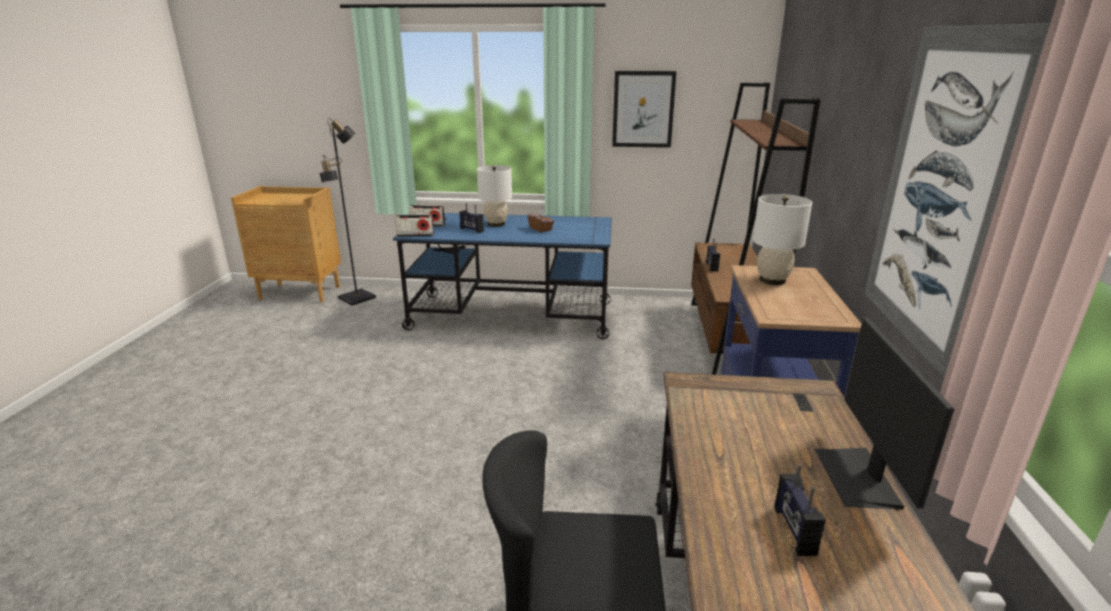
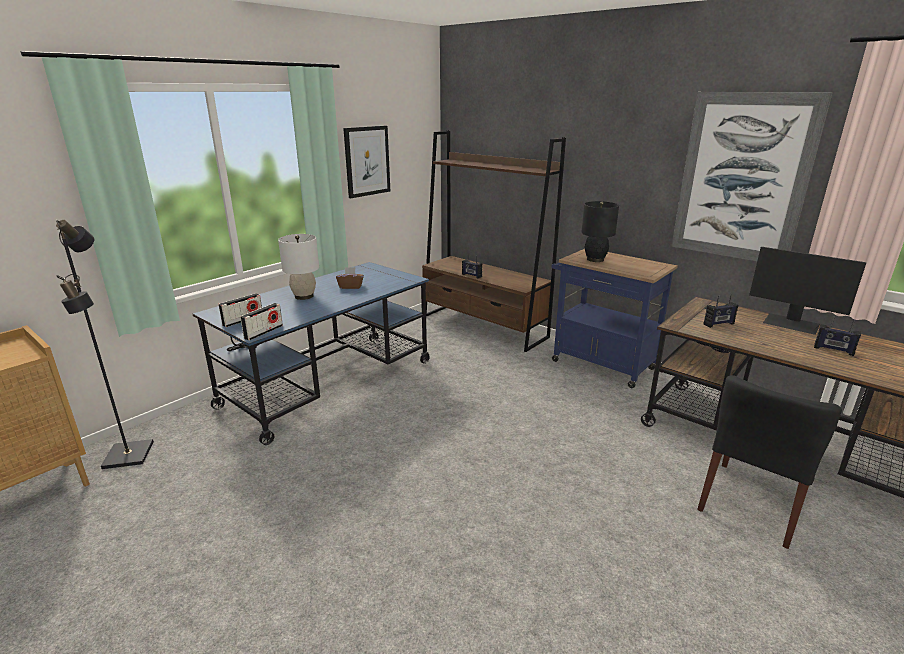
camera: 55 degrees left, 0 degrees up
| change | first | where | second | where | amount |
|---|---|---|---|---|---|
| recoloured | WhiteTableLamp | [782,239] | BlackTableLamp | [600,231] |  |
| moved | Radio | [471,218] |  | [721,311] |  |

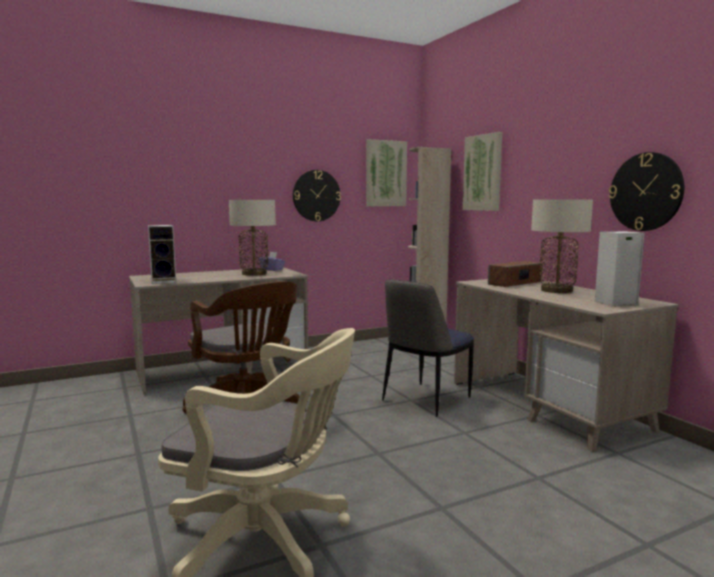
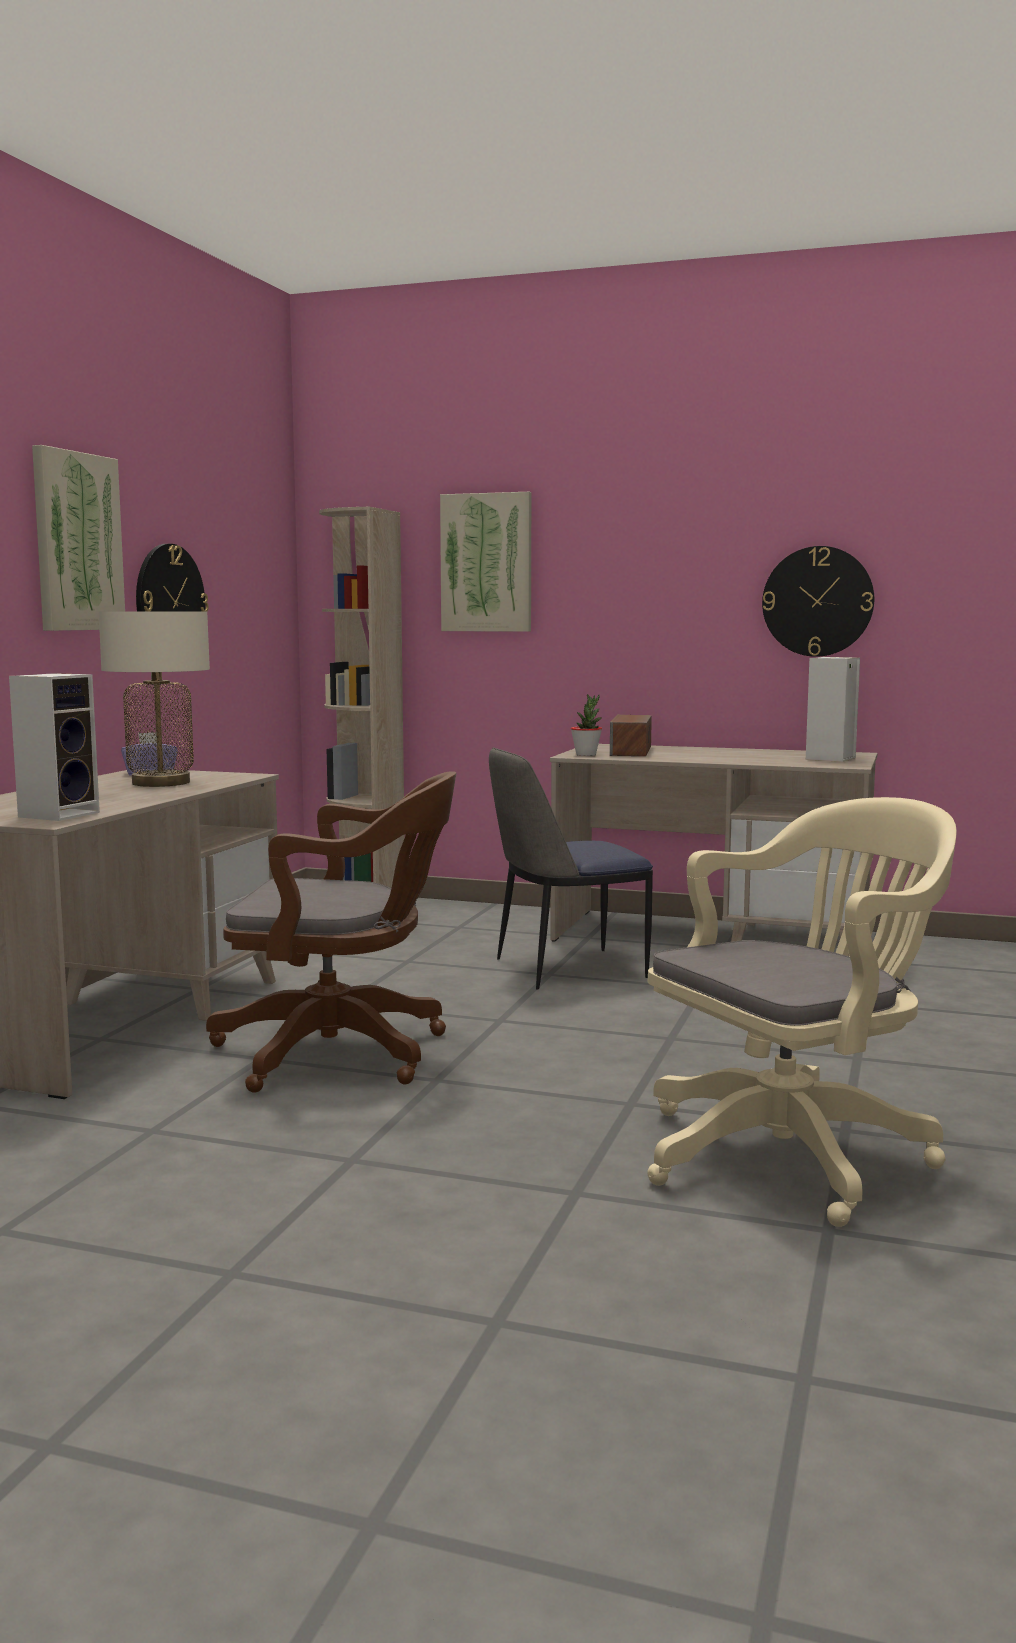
camera: 45 degrees left, 0 degrees up
| change | first | where | second | where | amount |
|---|---|---|---|---|---|
| moved | Picture | [386,172] |  | [78,538] |  |
| turned | Chair | [428,348] |  | [571,868] | 75 degrees clockwise |
| added |  |  | PottedPlant | [586,725] |  |
| removed | TableLamp | [562,246] |  |  |  |

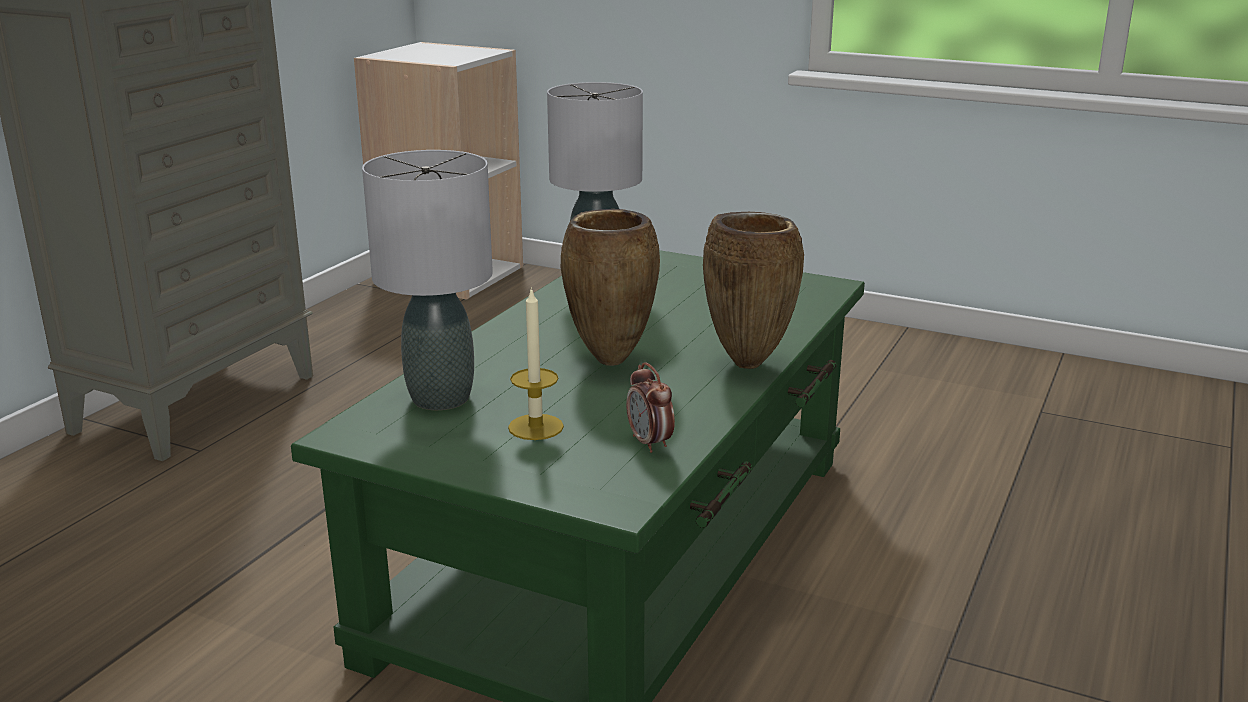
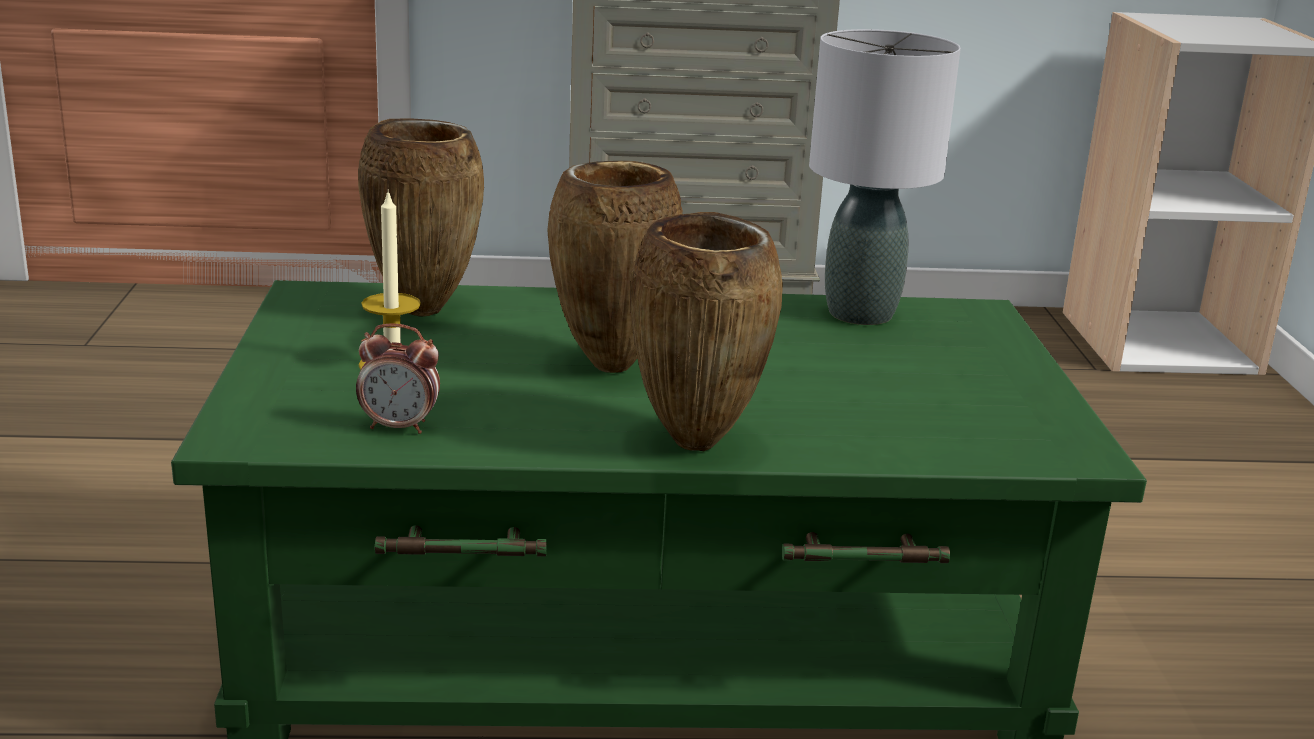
camera: 60 degrees right, 0 degrees up
| change | first | where | second | where | amount |
|---|---|---|---|---|---|
| turned | AlarmClock | [650,407] |  | [398,378] | 120 degrees counterclockwise |
| replaced | GreyTableLamp | [427,280] | BrownVase | [421,217] |  |

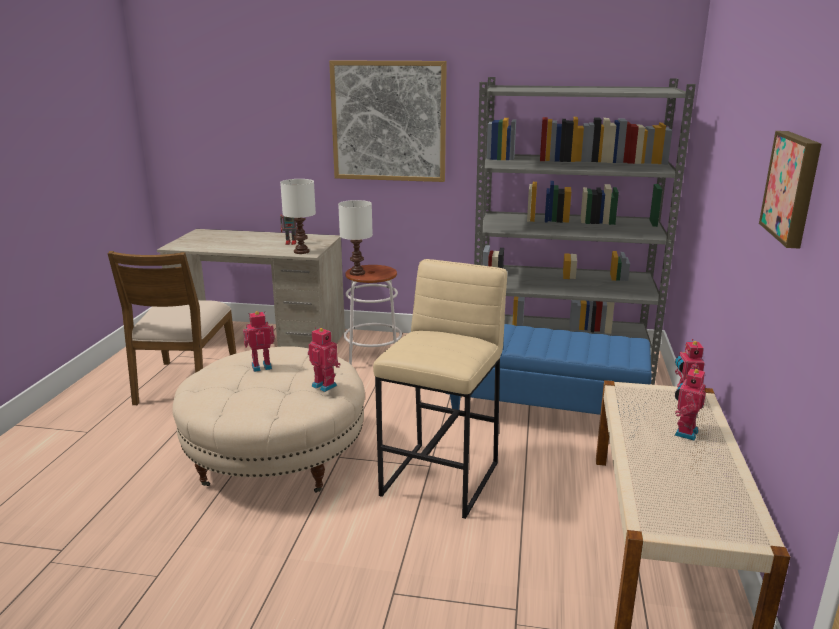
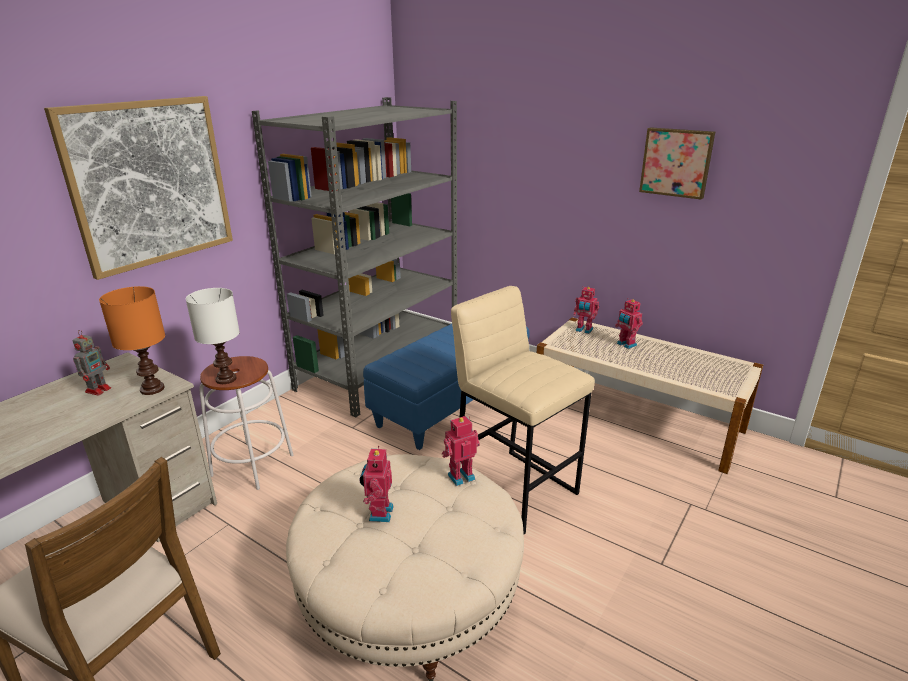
camera: 65 degrees left, 5 degrees up
| change | first | where | second | where | amount |
|---|---|---|---|---|---|
| recoloured | WhiteTableLamp | [298,216] | OrangeTableLamp | [132,340] |  |

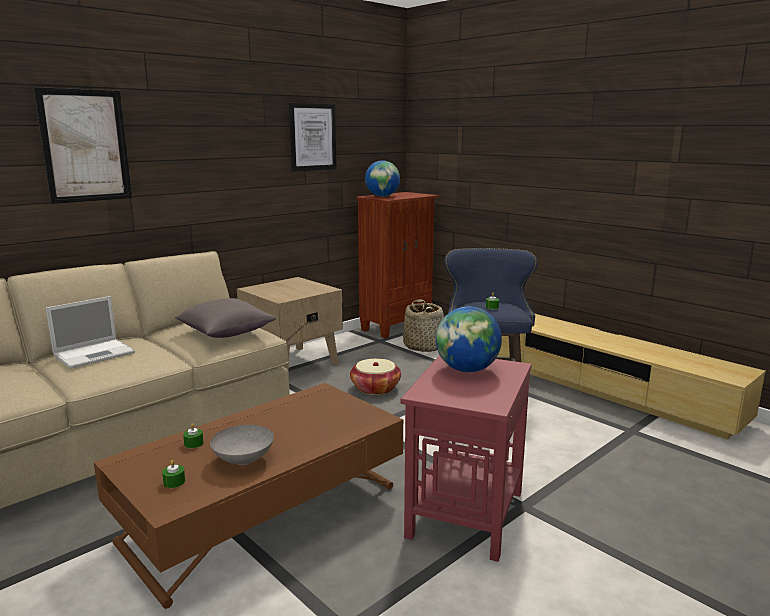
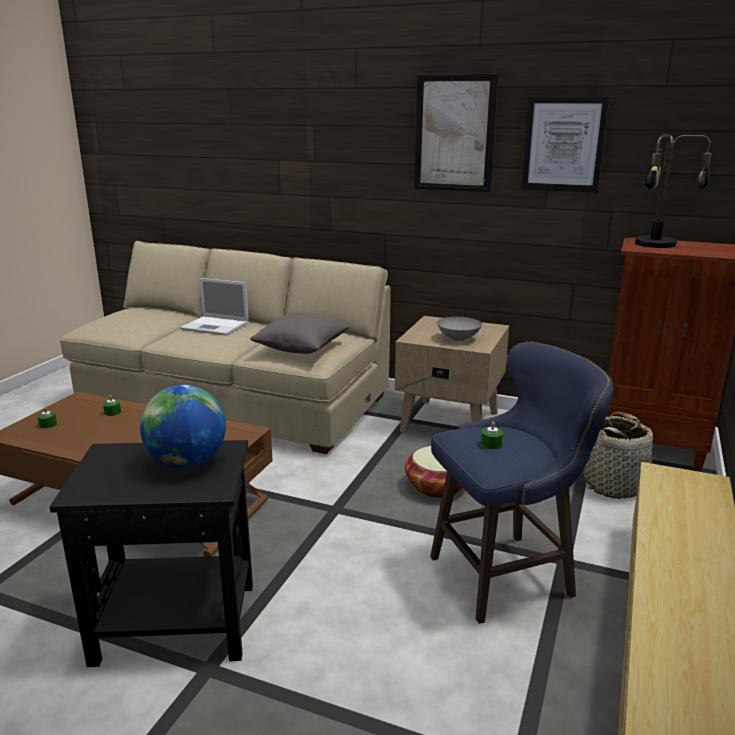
camera: 65 degrees right, 5 degrees up
| change | first | where | second | where | amount |
|---|---|---|---|---|---|
| recoloured | RedSideTable | [466,458] | BlackSideTable | [151,553] |  |
| moved | Picture | [82,145] |  | [456,132] |  |
| moved | GreyBowl | [242,445] |  | [459,329] |  |
| replaced | Globe | [382,178] | TableLamp | [673,191] |  |

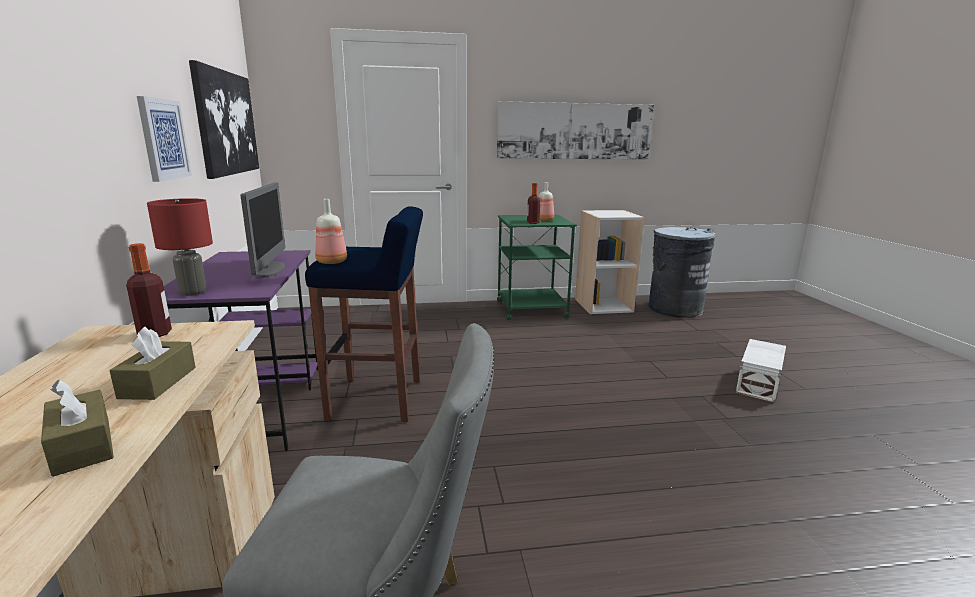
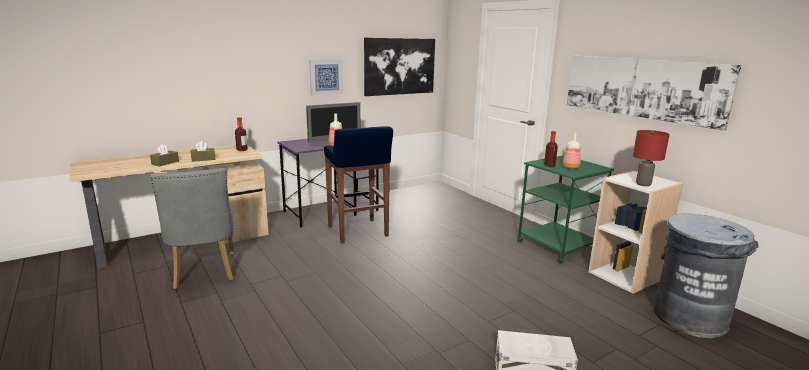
camera: 65 degrees right, 0 degrees up
| change | first | where | second | where | amount |
|---|---|---|---|---|---|
| moved | RedTableLamp | [180,247] |  | [651,158] |  |

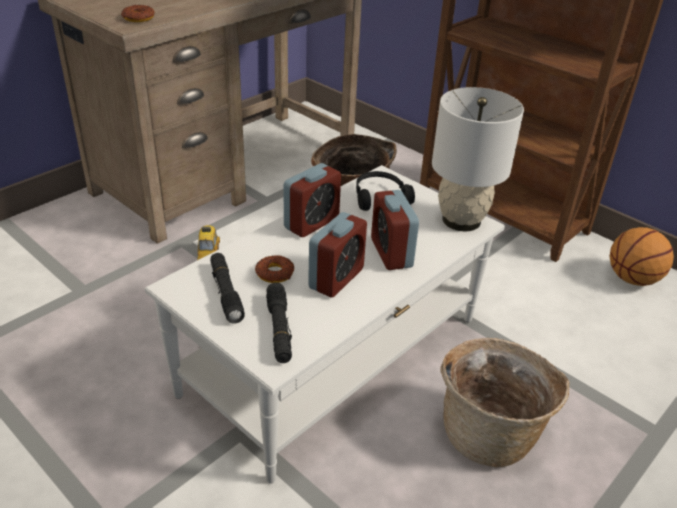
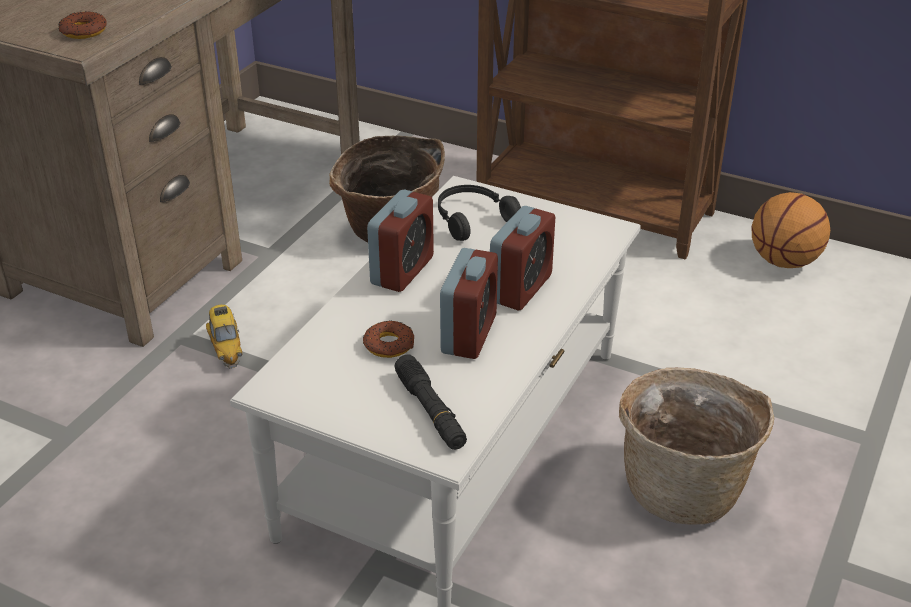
camera: 15 degrees left, 0 degrees up
| change | first | where | second | where | amount |
|---|---|---|---|---|---|
| turned | AlarmClock | [395,230] |  | [522,258] | 120 degrees counterclockwise |
| removed | BlackFlashlight | [227,288] |  |  |  |
| removed | WhiteTableLamp | [478,159] |  |  |  |

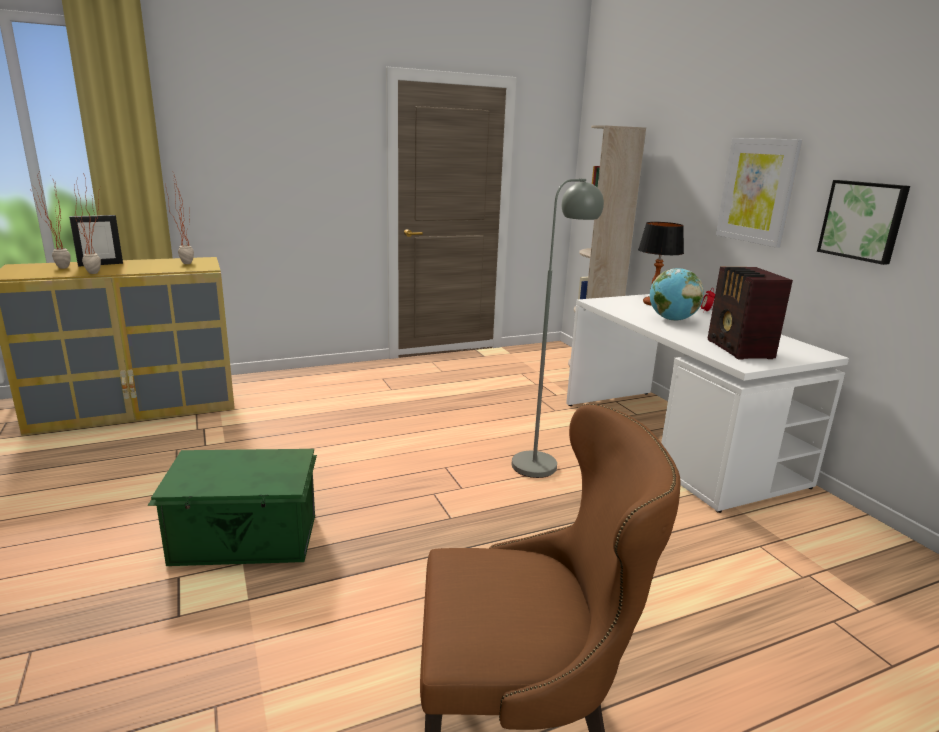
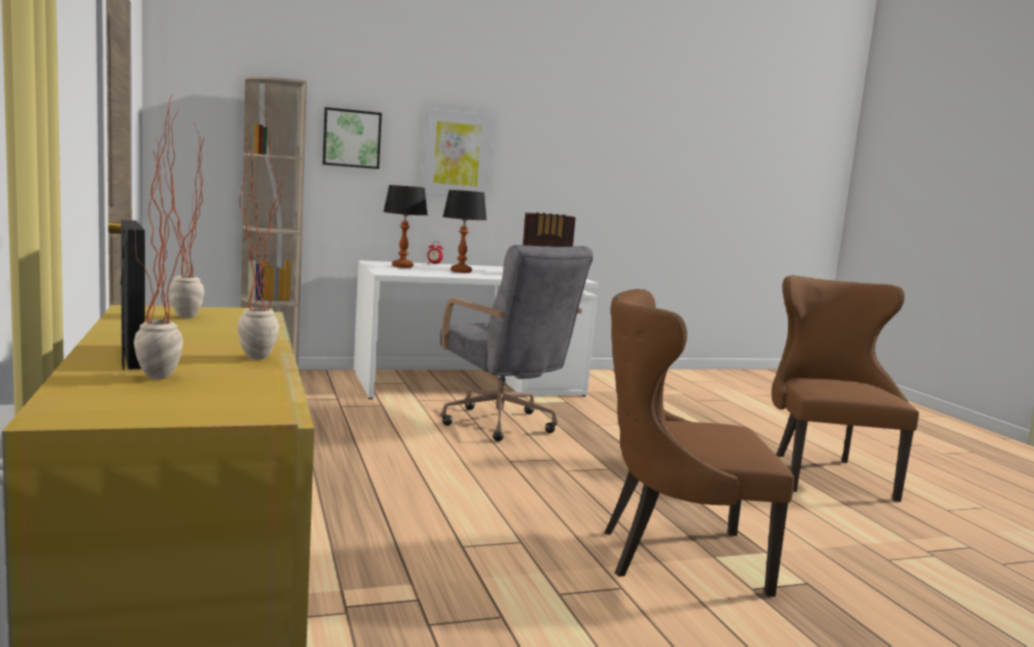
camera: 85 degrees left, 10 degrees down
| change | first | where | second | where | amount |
|---|---|---|---|---|---|
| moved | Picture | [863,222] |  | [352,138] |  |
| replaced | GreyFloorLamp | [558,328] | GreyOfficeChair | [516,343] |  |
| replaced | Globe | [677,294] | TableLamp | [465,231] |  |
| replaced | GreenStorageBox | [232,507] | BrownChair | [699,443] |  |

